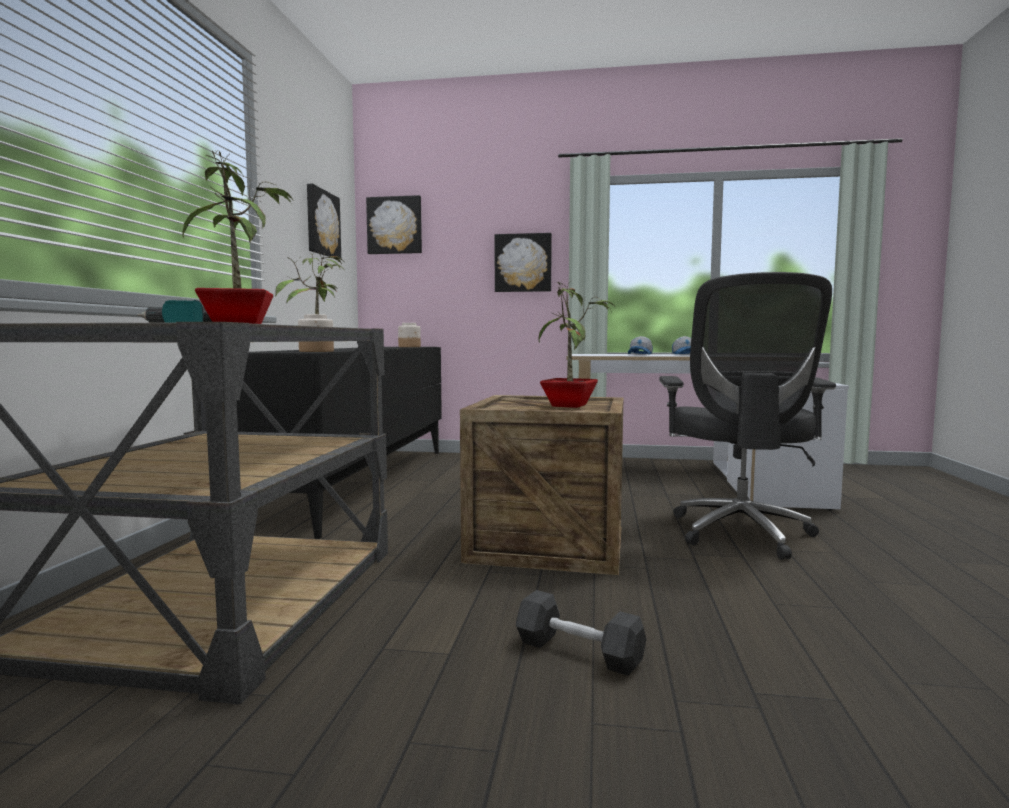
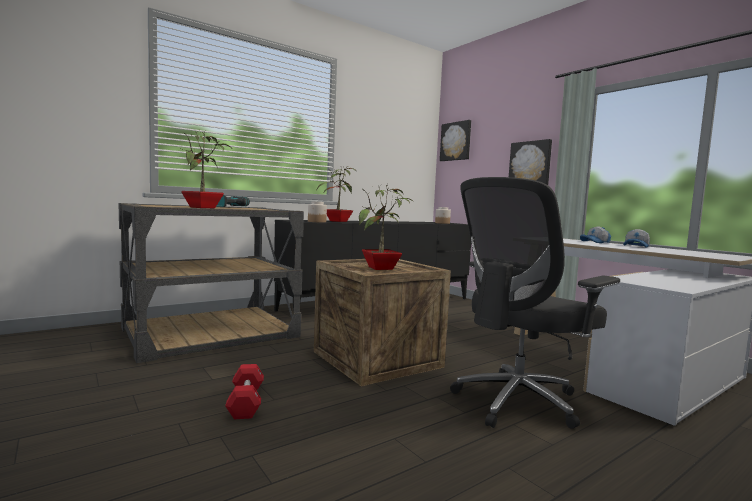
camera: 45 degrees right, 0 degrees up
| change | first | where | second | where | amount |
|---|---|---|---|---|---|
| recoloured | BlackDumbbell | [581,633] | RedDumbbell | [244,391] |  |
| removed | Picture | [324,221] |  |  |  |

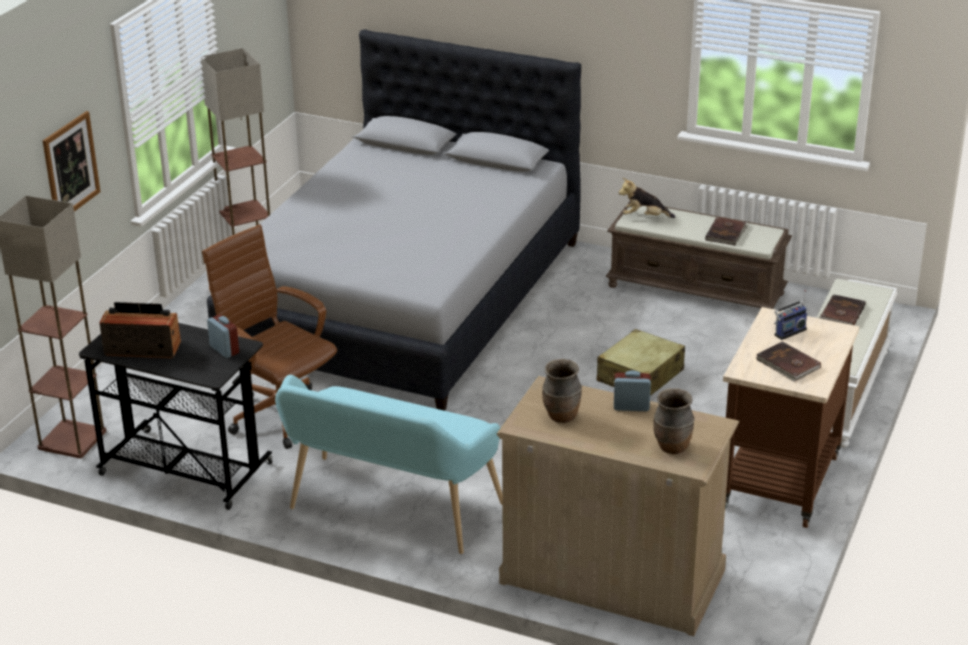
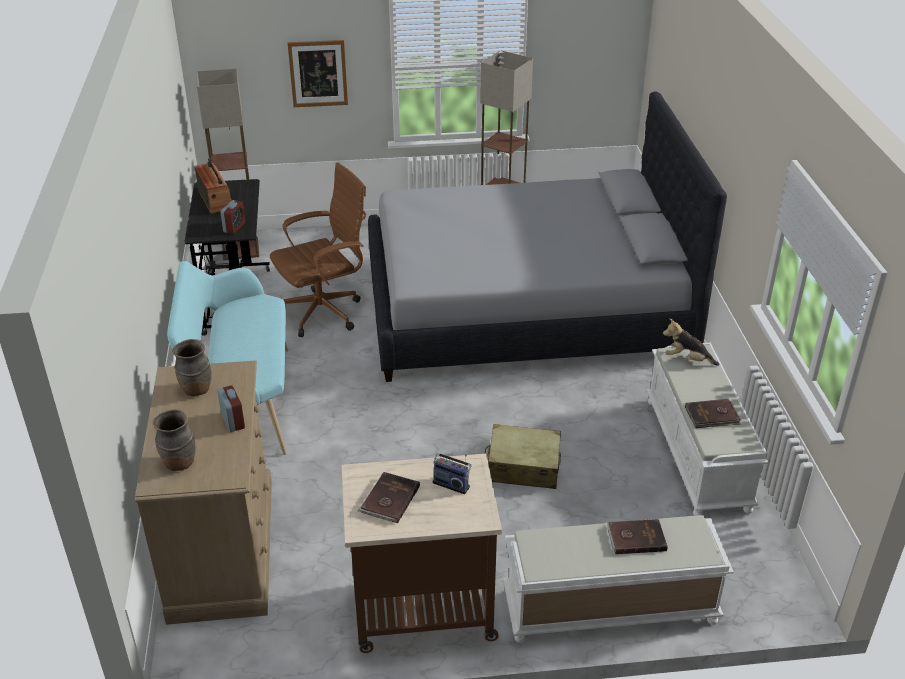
camera: 60 degrees right, 5 degrees up
| change | first | where | second | where | amount |
|---|---|---|---|---|---|
| turned | BrownOfficeChair | [269,337] |  | [318,249] | 45 degrees clockwise |
| recoloured | BrownBench | [699,255] | WhiteBench | [707,429] |  |
| turned | PlushToy | [647,198] |  | [691,342] | 45 degrees counterclockwise |

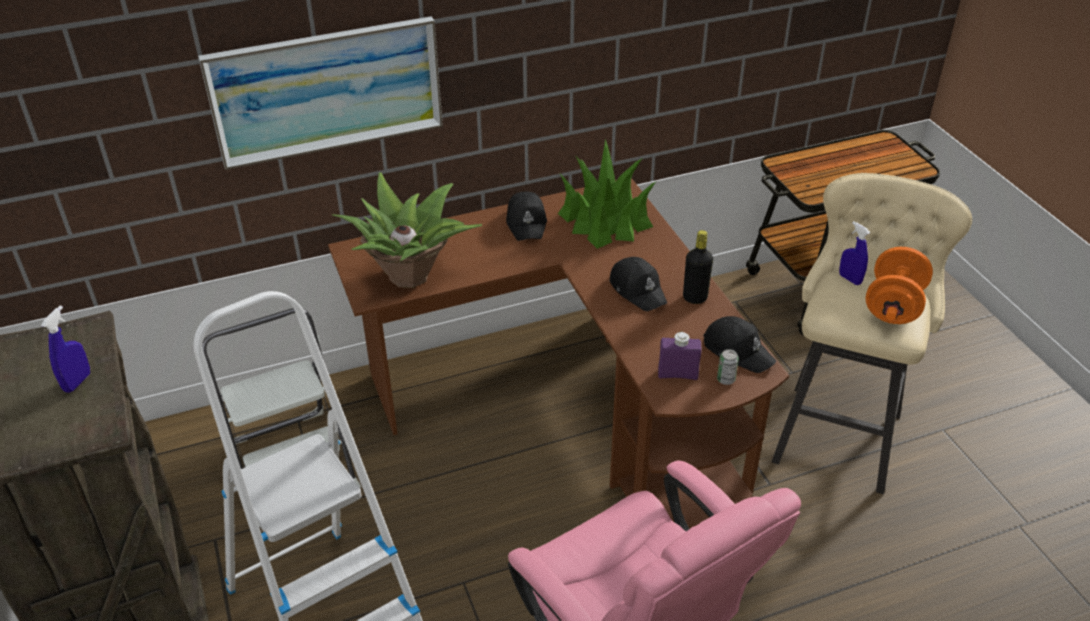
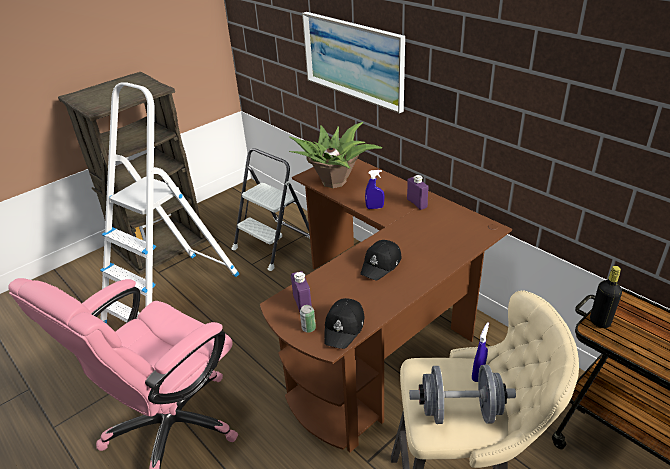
camera: 70 degrees right, 5 degrees down
| change | first | where | second | where | amount |
|---|---|---|---|---|---|
| moved | BlueSprayBottle | [65,349] |  | [375,189] |  |
| replaced | BlackCap | [526,216] | PurpleBottle | [417,192] |  |
| recoloured | OrangeDumbbell | [899,285] | GreyDumbbell | [462,394] |  |
| moved | BlackBottle | [698,267] |  | [606,297] |  |
| removed | PottedPlant | [606,194] |  |  |  |

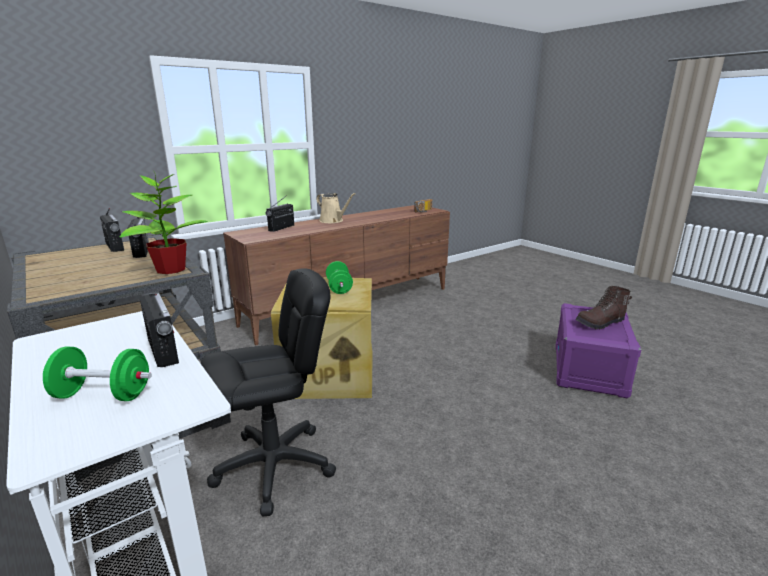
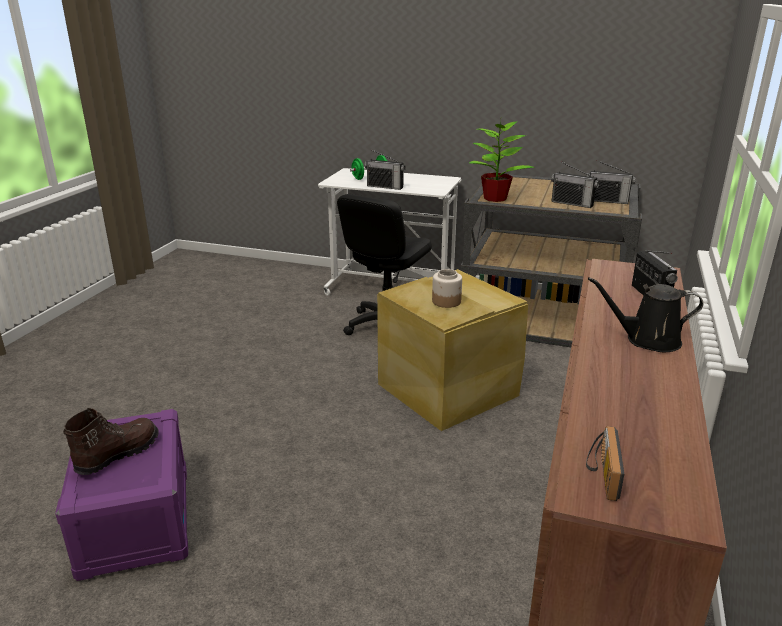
camera: 145 degrees right, 5 degrees up
| change | first | where | second | where | amount |
|---|---|---|---|---|---|
| replaced | GreenDumbbell | [339,277] | Jar | [447,288] |  |
| recoloured | BeigeWateringCan | [336,208] | BlackWateringCan | [645,314] |  |

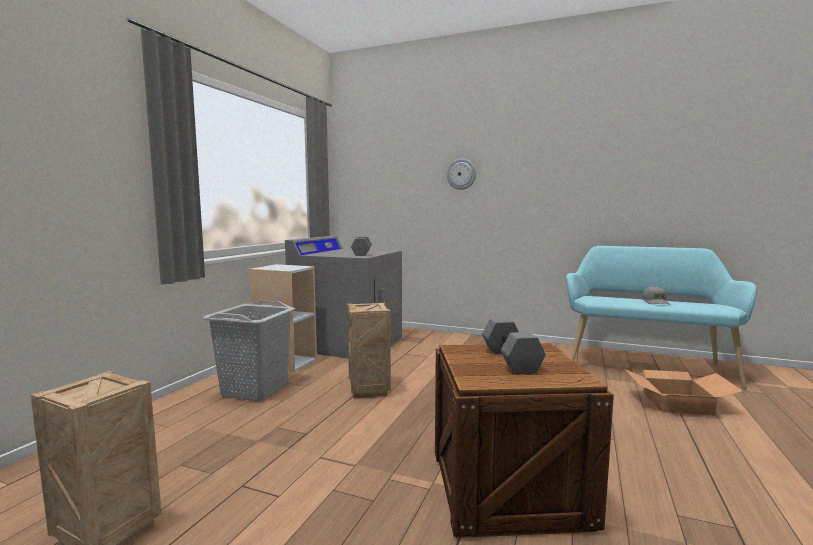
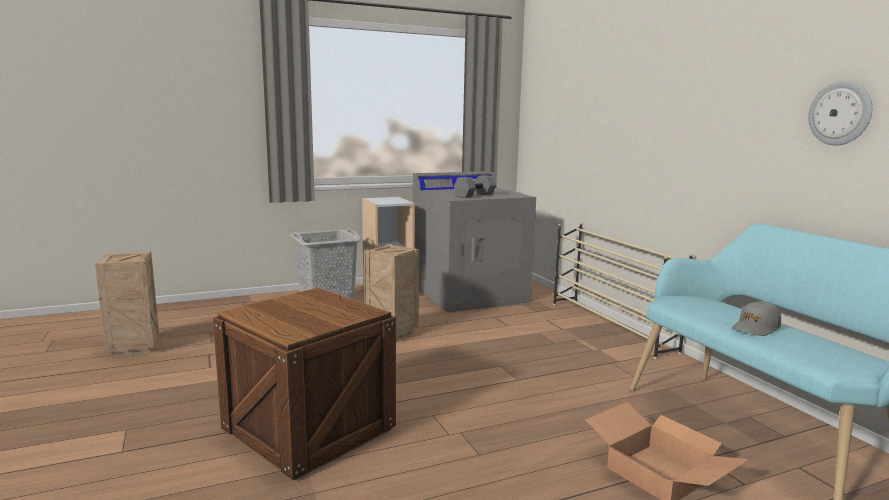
camera: 45 degrees right, 5 degrees up
| change | first | where | second | where | amount |
|---|---|---|---|---|---|
| added |  |  | BeigeShoeRack | [623,290] |  |
| moved | WallClock | [461,174] |  | [840,113] |  |
| removed | GreyDumbbell | [514,346] |  |  |  |

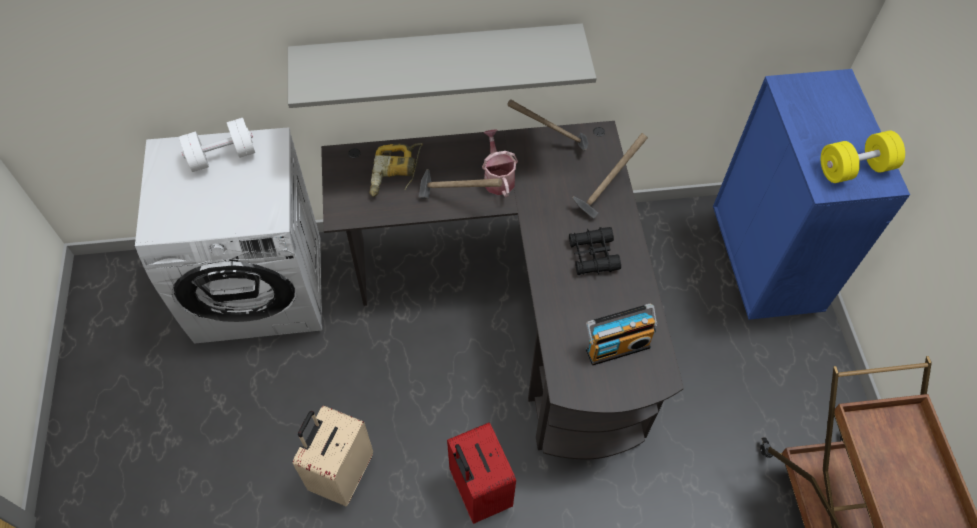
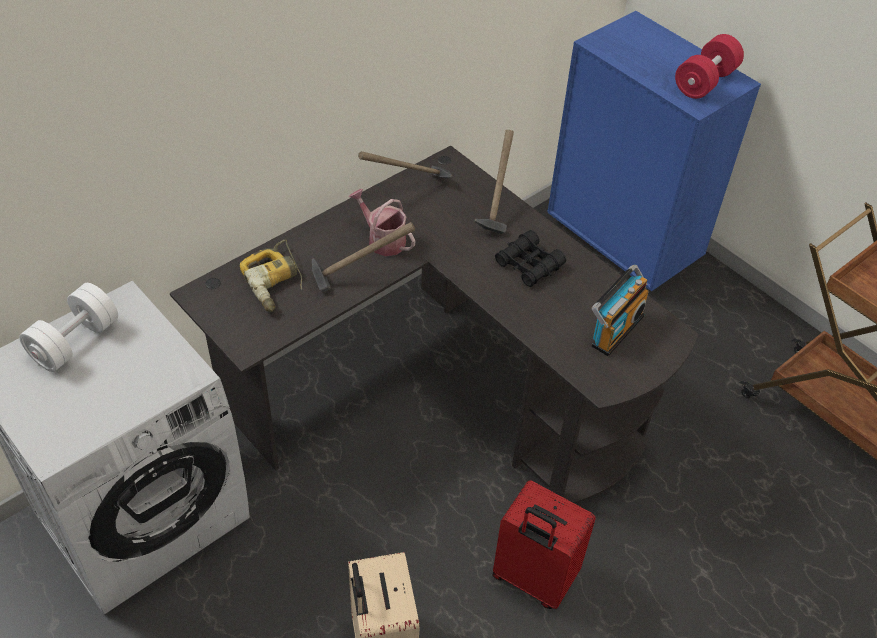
camera: 35 degrees left, 10 degrees down
| change | first | where | second | where | amount |
|---|---|---|---|---|---|
| recoloured | YellowDumbbell | [863,157] | RedDumbbell | [709,66] |  |
| removed | GreyShelf | [442,65] |  |  |  |

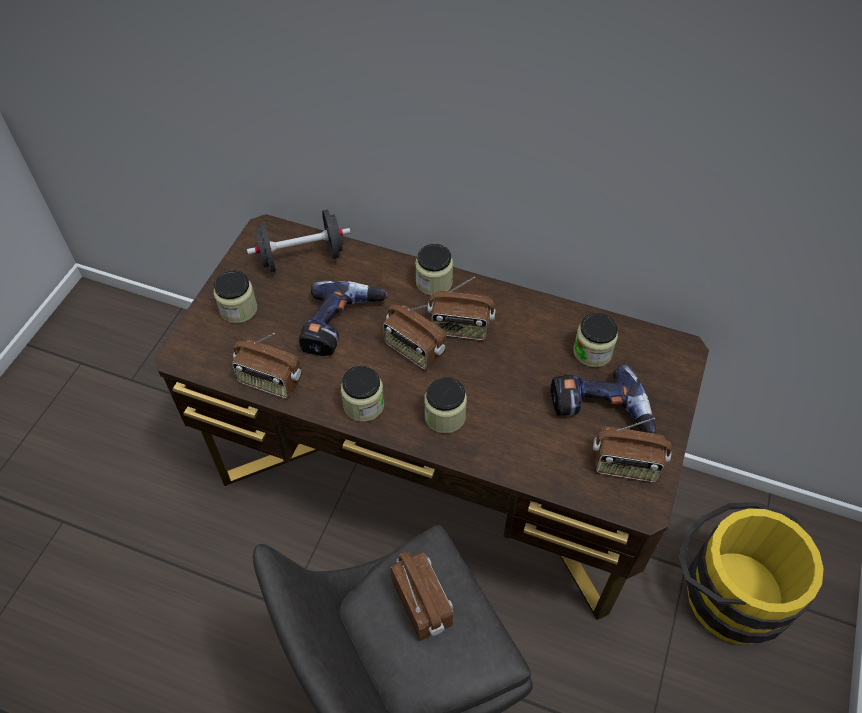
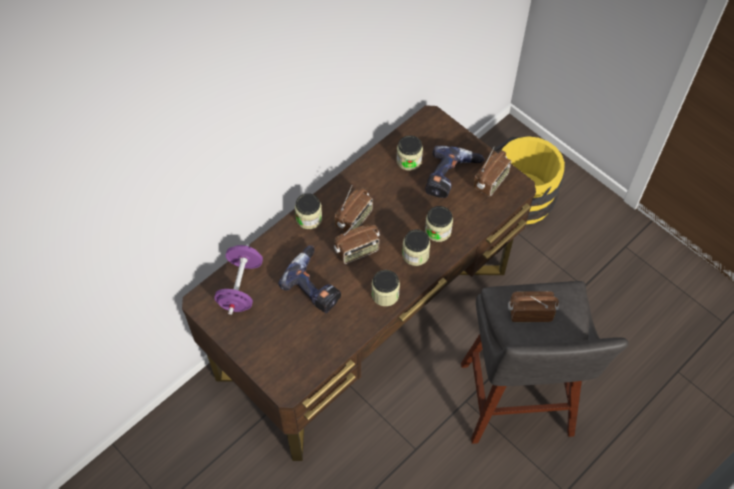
camera: 65 degrees left, 5 degrees up
| change | first | where | second | where | amount |
|---|---|---|---|---|---|
| recoloured | BlackDumbbell | [298,241] | PurpleDumbbell | [238,279] |  |
| moved | Jar | [235,296] |  | [439,224] |  |
| removed | Radio | [267,365] |  |  |  |

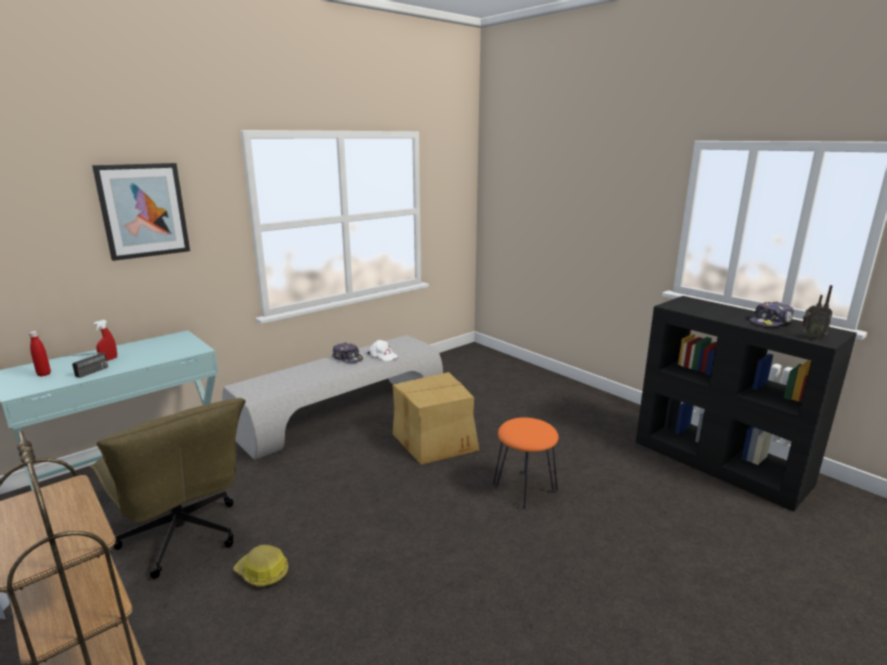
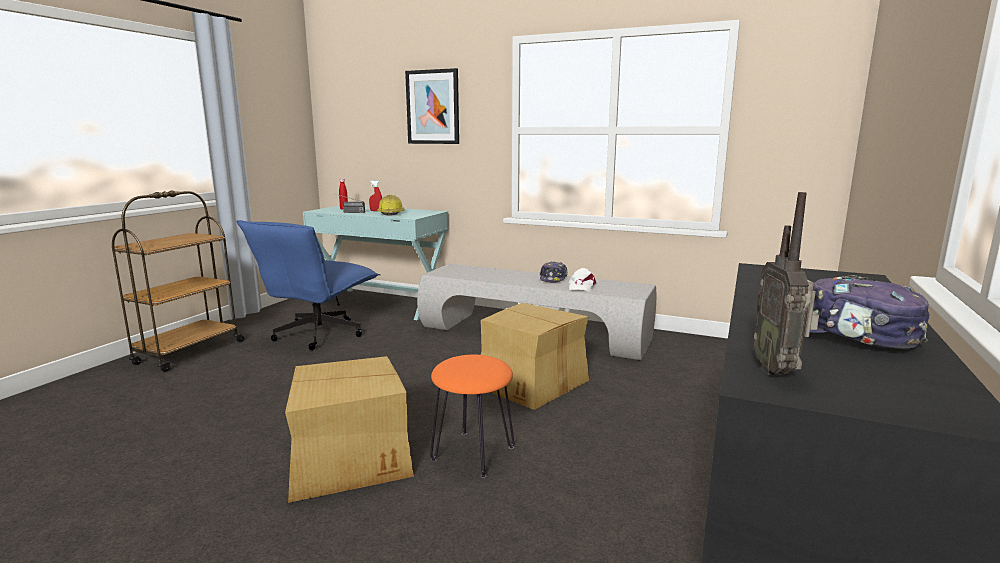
camera: 65 degrees right, 5 degrees down
| change | first | where | second | where | amount |
|---|---|---|---|---|---|
| recoloured | BeigeOfficeChair | [167,488] | BlueOfficeChair | [308,285] |  |
| added |  |  | CardboardBox | [349,429] |  |
| moved | HardHat | [261,566] |  | [390,205] |  |

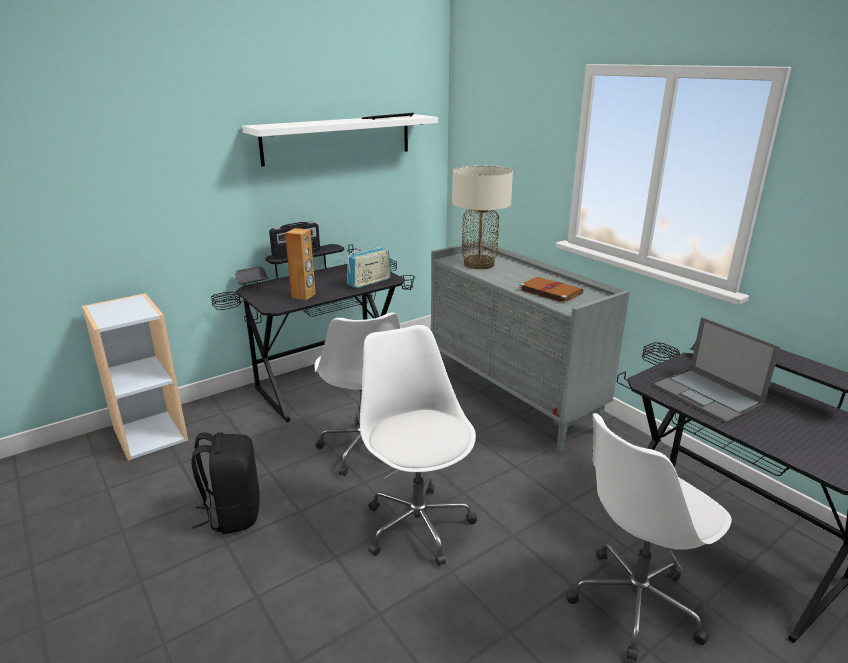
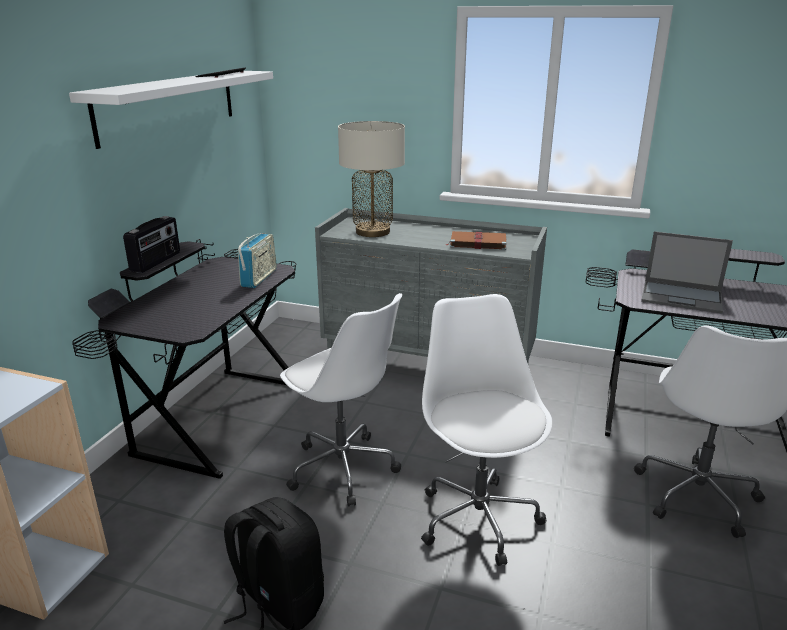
camera: 35 degrees left, 0 degrees up
| change | first | where | second | where | amount |
|---|---|---|---|---|---|
| turned | WhiteOfficeChair | [418,445] |  | [486,430] | 45 degrees clockwise |
| removed | BrownSpeaker | [300,264] |  |  |  |

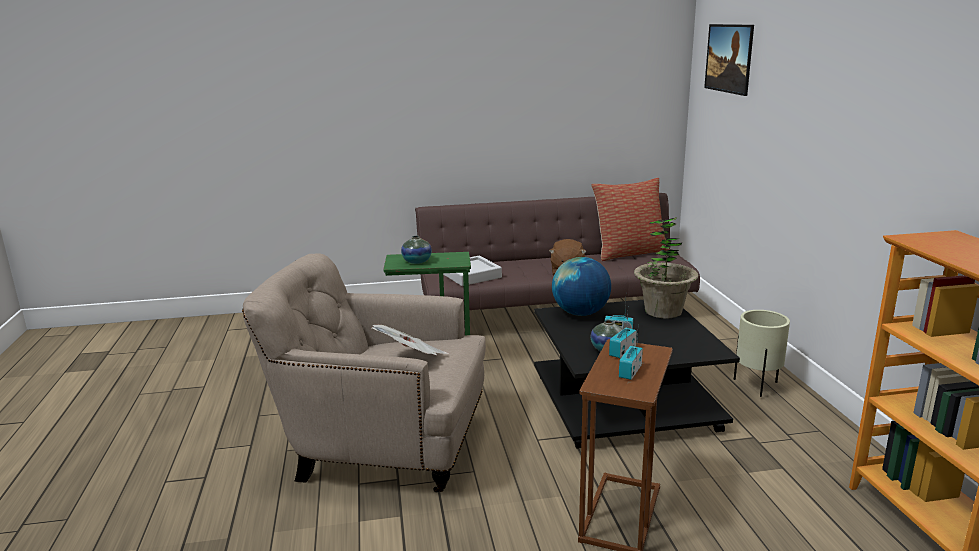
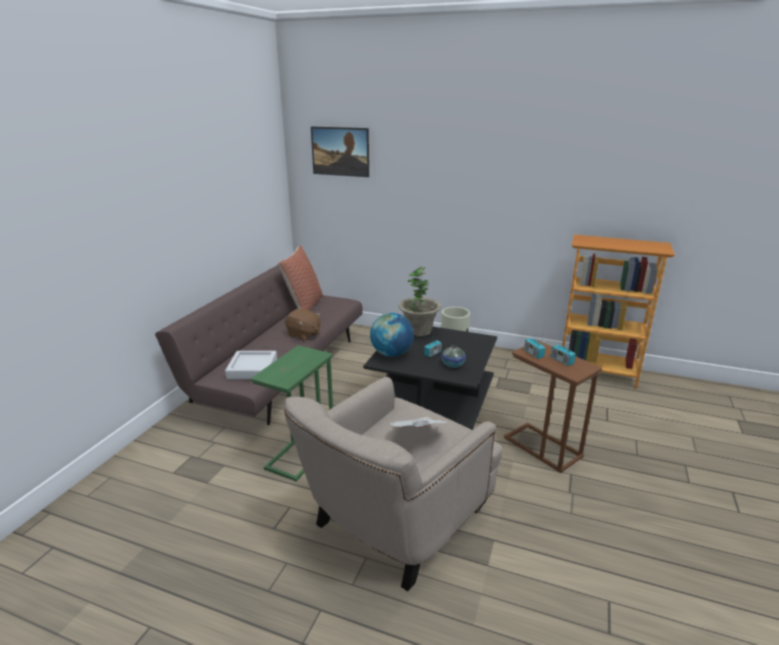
camera: 60 degrees left, 5 degrees up
| change | first | where | second | where | amount |
|---|---|---|---|---|---|
| removed | Vase | [416,250] |  |  |  |

